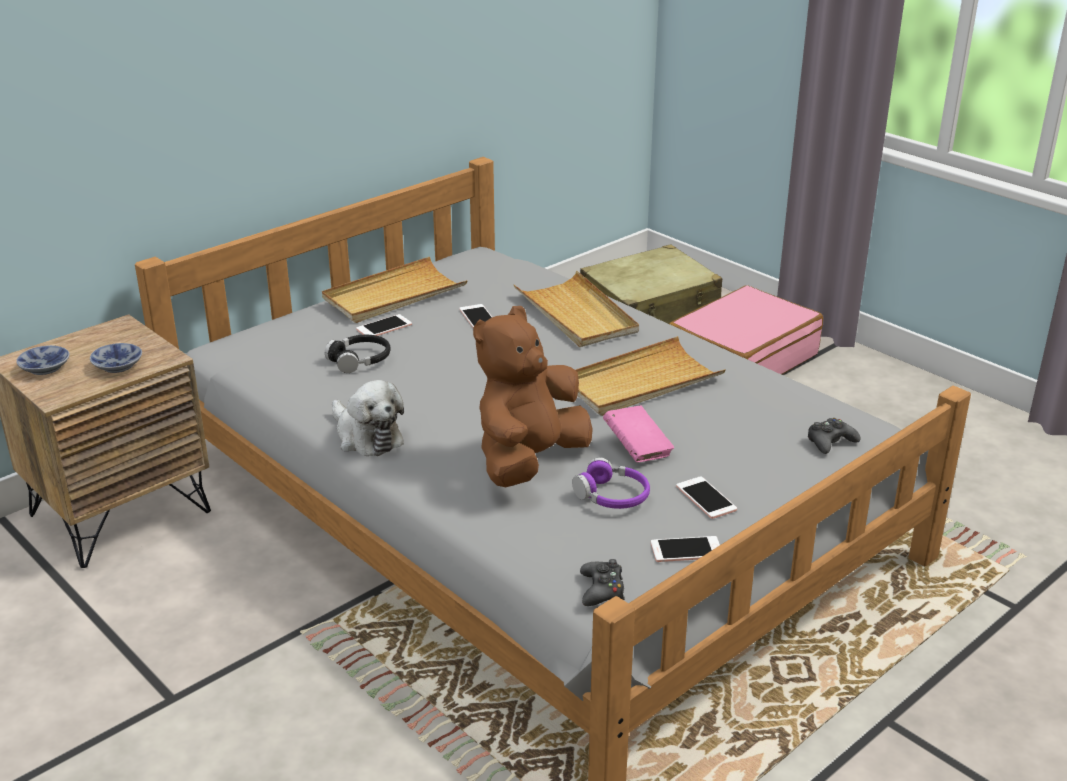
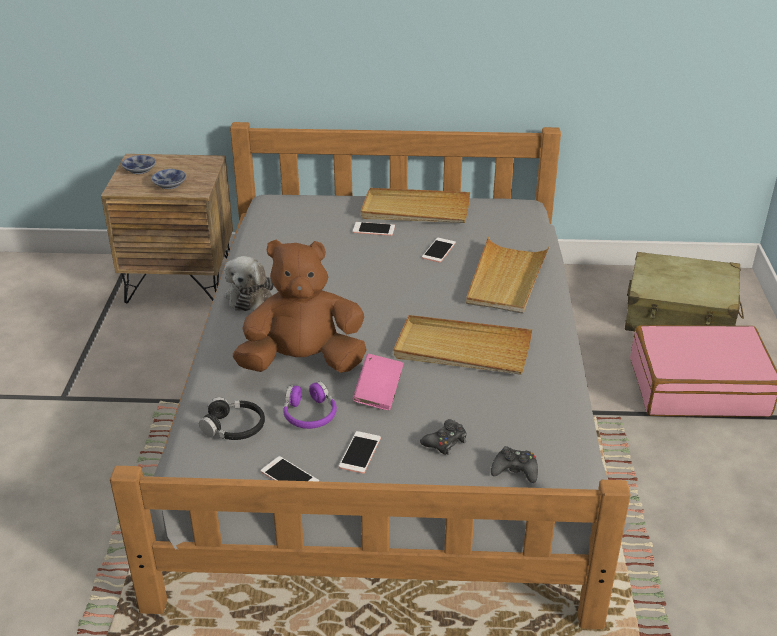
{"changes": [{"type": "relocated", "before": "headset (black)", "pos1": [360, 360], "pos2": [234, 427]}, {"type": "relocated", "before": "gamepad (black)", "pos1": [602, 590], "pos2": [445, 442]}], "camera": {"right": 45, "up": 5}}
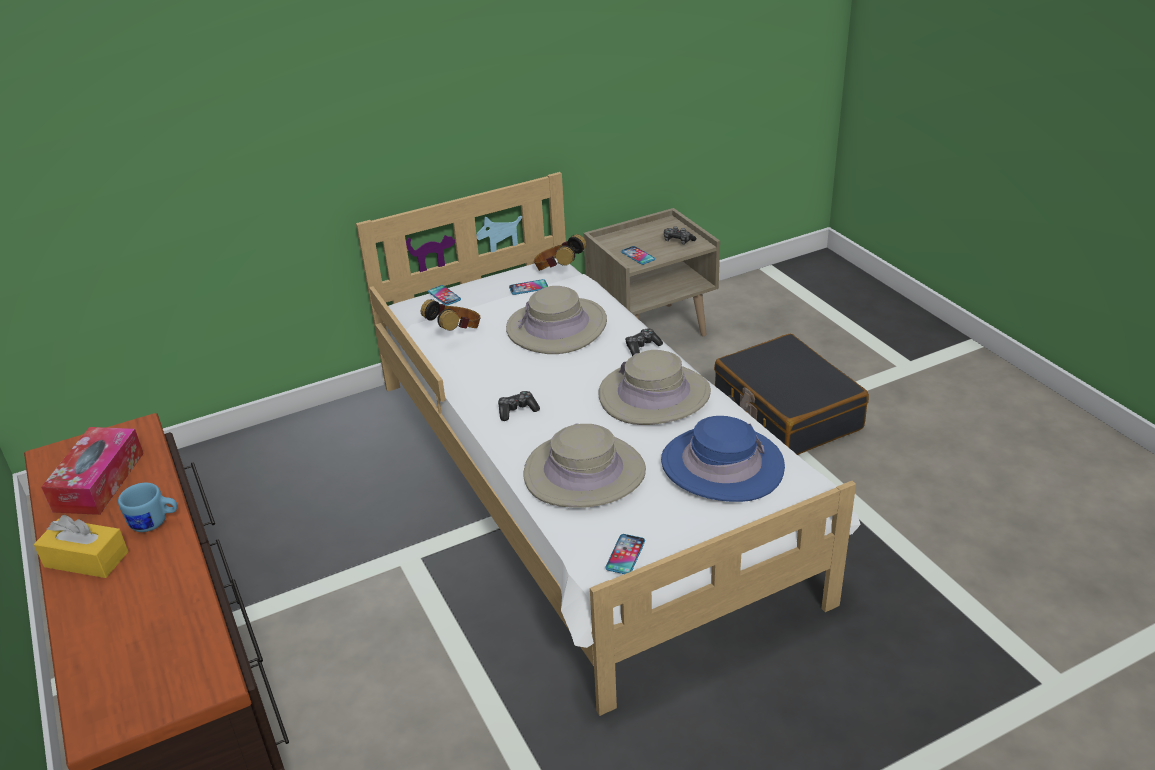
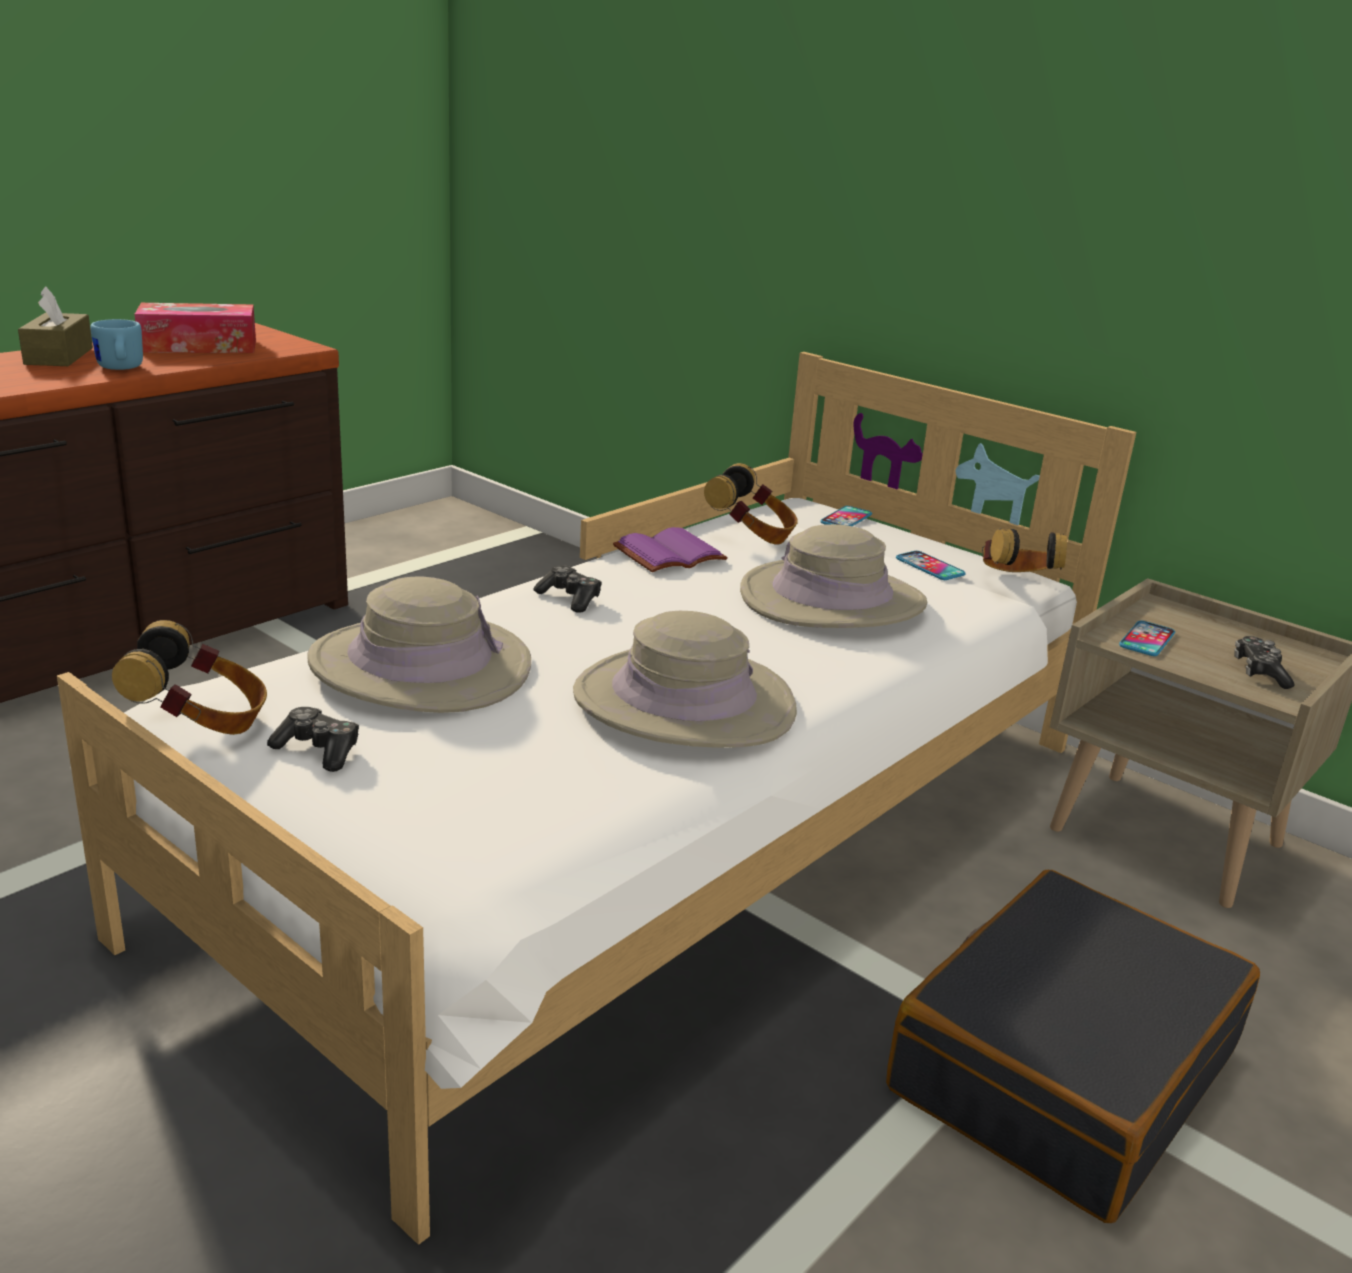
{"changes": [{"type": "colour", "before": "box of tissues (yellow-coloured)", "after": "box of tissues (brown-coloured)", "pos1": [86, 559], "pos2": [59, 356]}, {"type": "exchanged", "before": "handset", "after": "headset", "pos1": [625, 555], "pos2": [201, 723]}, {"type": "relocated", "before": "gamepad", "pos1": [642, 347], "pos2": [318, 750]}, {"type": "appeared", "after": "volume (purple-coloured)", "pos2": [669, 556]}, {"type": "missing", "before": "wearable hat (blue)", "pos1": [722, 465]}], "camera": {"right": 65, "up": -10}}
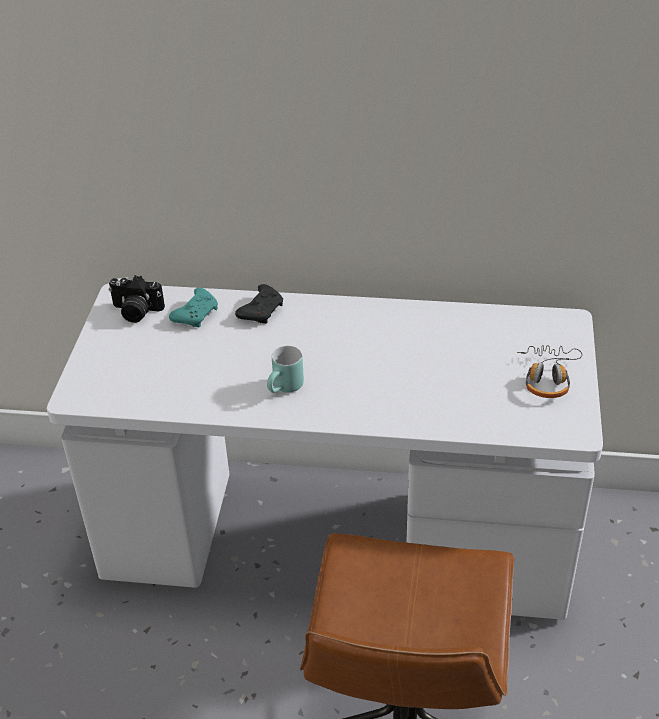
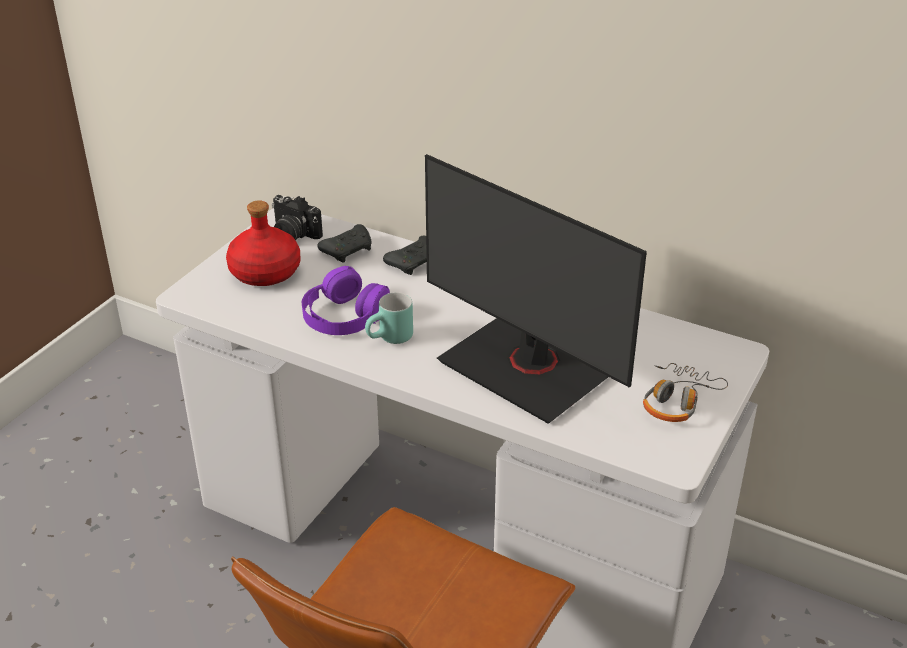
{"changes": [{"type": "appeared", "after": "bottle (reddish)", "pos2": [266, 273]}, {"type": "appeared", "after": "headset (purple-coloured)", "pos2": [344, 315]}, {"type": "colour", "before": "gamepad (turquoise)", "after": "gamepad (black)", "pos1": [197, 314], "pos2": [348, 250]}, {"type": "appeared", "after": "computer screen", "pos2": [525, 369]}], "camera": {"right": 20, "up": -5}}
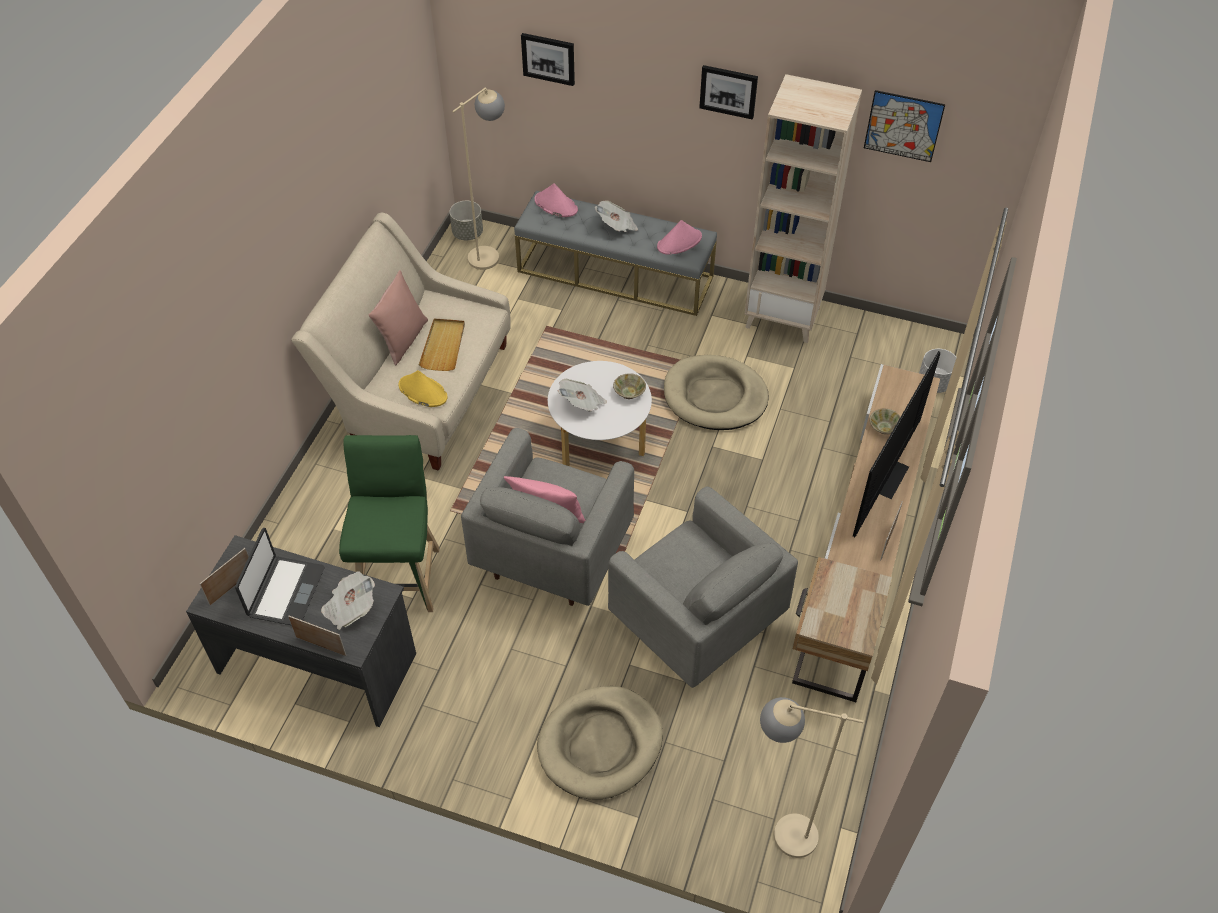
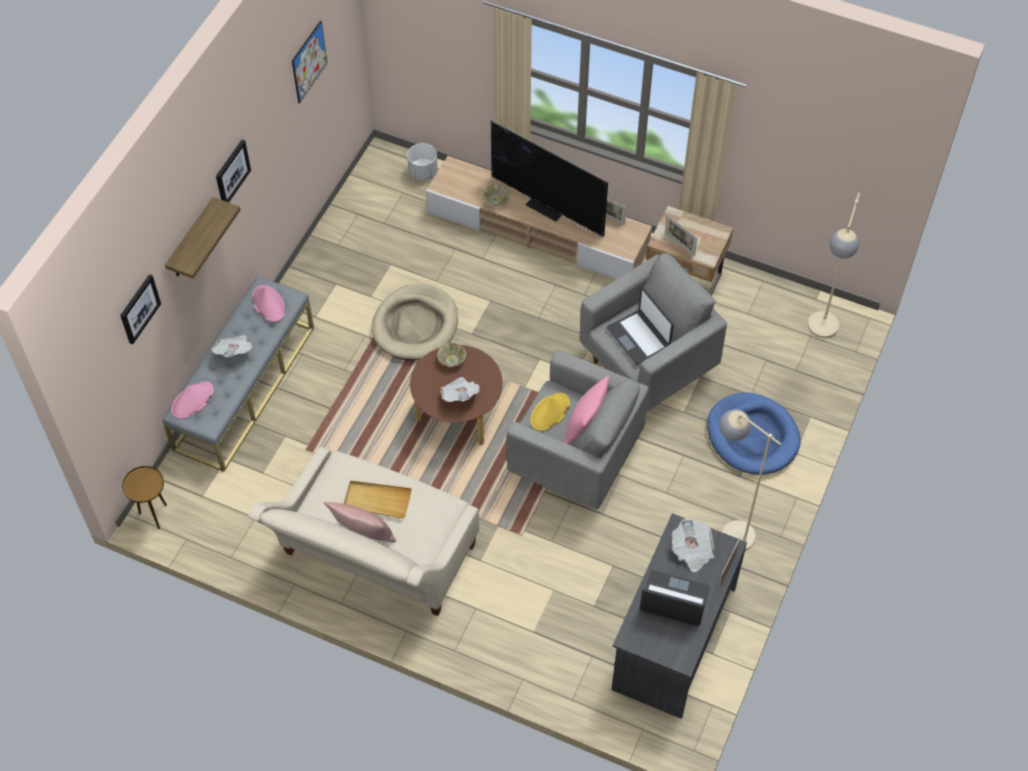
{"changes": [{"type": "exchanged", "before": "flower pot (greyish)", "after": "side table (brown-coloured)", "pos1": [468, 233], "pos2": [154, 515]}, {"type": "appeared", "after": "bracket shelf", "pos2": [191, 240]}, {"type": "colour", "before": "lounge table (whitish)", "after": "lounge table (brown-coloured)", "pos1": [600, 443], "pos2": [457, 416]}, {"type": "relocated", "before": "wearable hat (yellow-coloured)", "pos1": [422, 391], "pos2": [550, 412]}, {"type": "appeared", "after": "notebook computer", "pos2": [639, 337]}, {"type": "relocated", "before": "standing frame", "pos1": [232, 587], "pos2": [679, 244]}, {"type": "colour", "before": "pet bed (sand-coloured)", "after": "pet bed (blue)", "pos1": [600, 744], "pos2": [752, 436]}, {"type": "relocated", "before": "standing lamp (sand-coloured)", "pos1": [491, 252], "pos2": [728, 529]}, {"type": "missing", "before": "stool seat (green-coloured)", "pos1": [400, 574]}, {"type": "missing", "before": "shelving unit (sand-coloured)", "pos1": [783, 317]}], "camera": {"right": -85, "up": 5}}
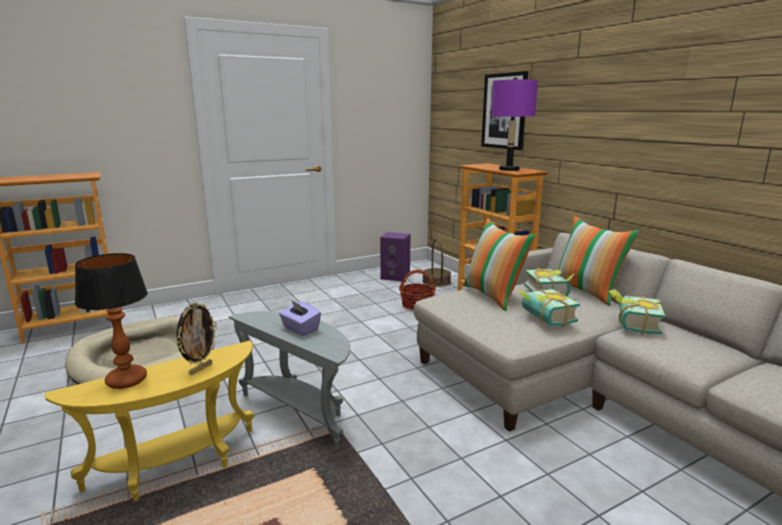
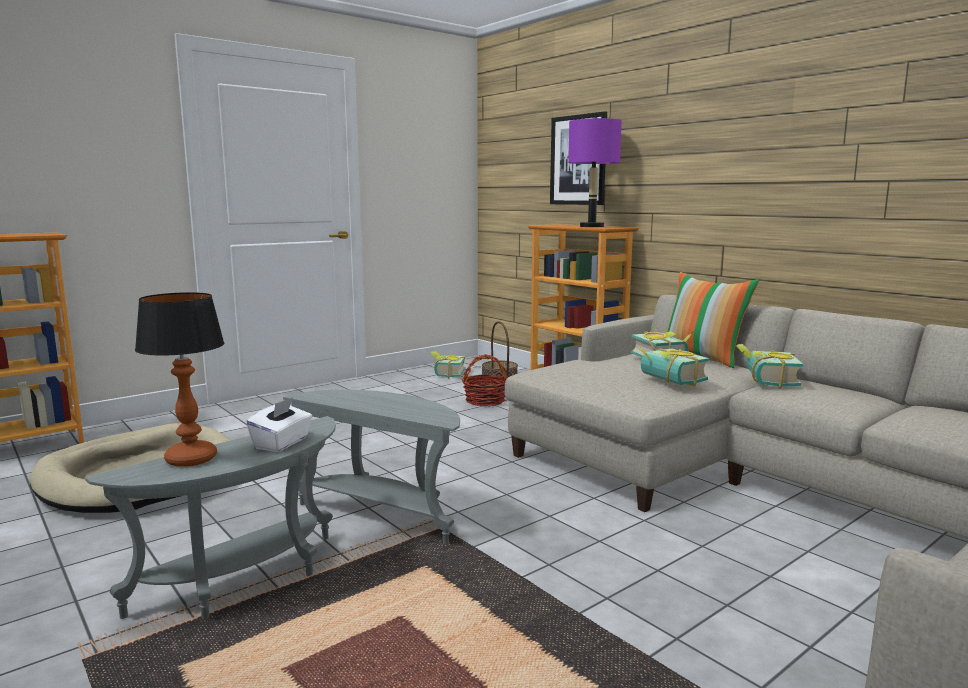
{"changes": [{"type": "colour", "before": "side table (yellow-coloured)", "after": "side table (greyish)", "pos1": [177, 469], "pos2": [246, 583]}, {"type": "exchanged", "before": "standing frame", "after": "box of tissues (whitish)", "pos1": [200, 369], "pos2": [282, 443]}, {"type": "exchanged", "before": "loudspeaker (purple-coloured)", "after": "volume", "pos1": [396, 277], "pos2": [446, 374]}, {"type": "missing", "before": "box of tissues (purple-coloured)", "pos1": [300, 329]}, {"type": "missing", "before": "cushion", "pos1": [493, 296]}], "camera": {"right": -10, "up": -5}}
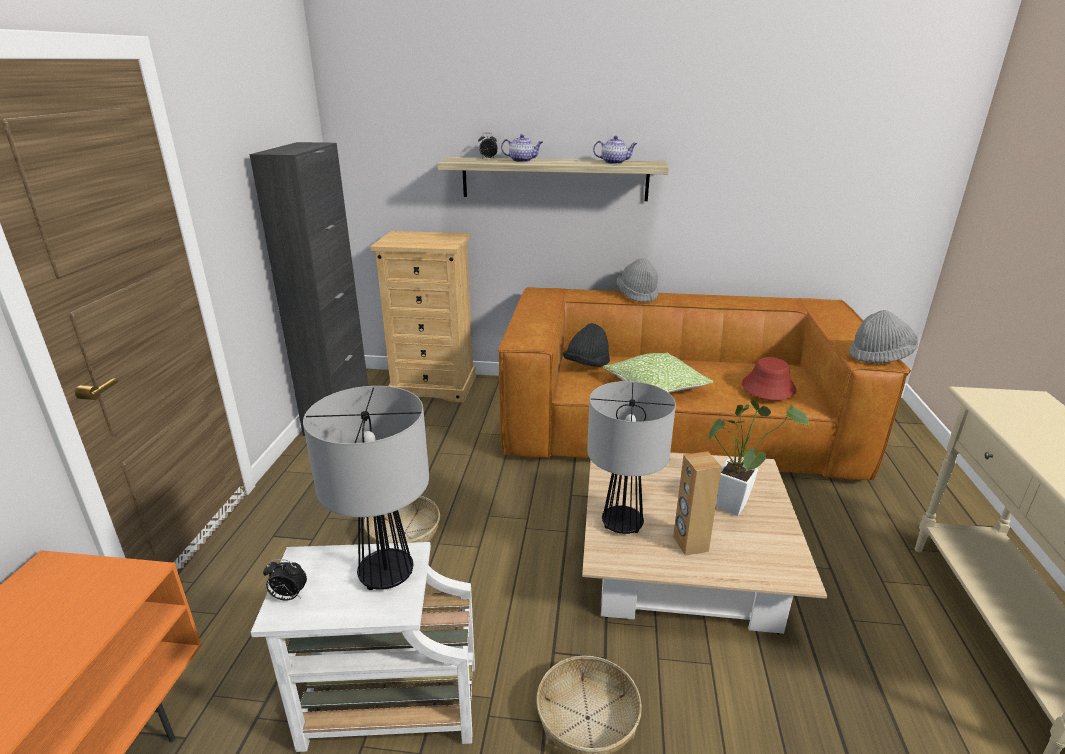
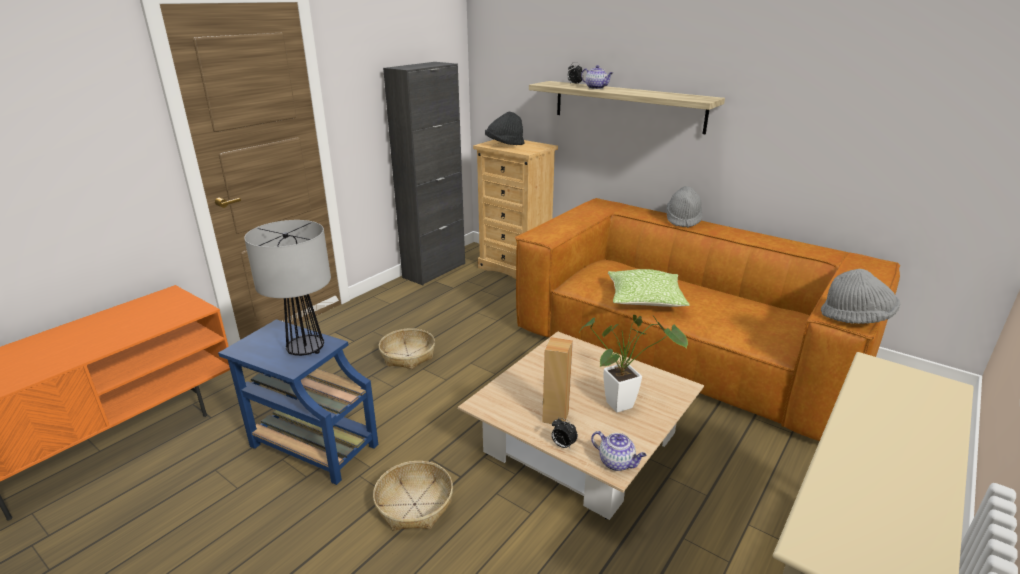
{"changes": [{"type": "colour", "before": "side table (whitish)", "after": "side table (blue)", "pos1": [385, 705], "pos2": [311, 445]}, {"type": "relocated", "before": "wearable hat (black)", "pos1": [586, 365], "pos2": [504, 145]}, {"type": "relocated", "before": "table clock", "pos1": [288, 596], "pos2": [563, 445]}, {"type": "relocated", "before": "tea pot", "pos1": [614, 163], "pos2": [617, 463]}, {"type": "missing", "before": "lamp for a table", "pos1": [621, 525]}, {"type": "missing", "before": "wearable hat (reddish)", "pos1": [768, 387]}], "camera": {"right": 30, "up": 0}}
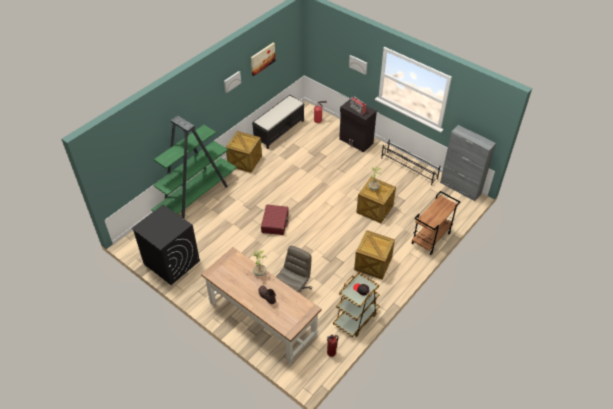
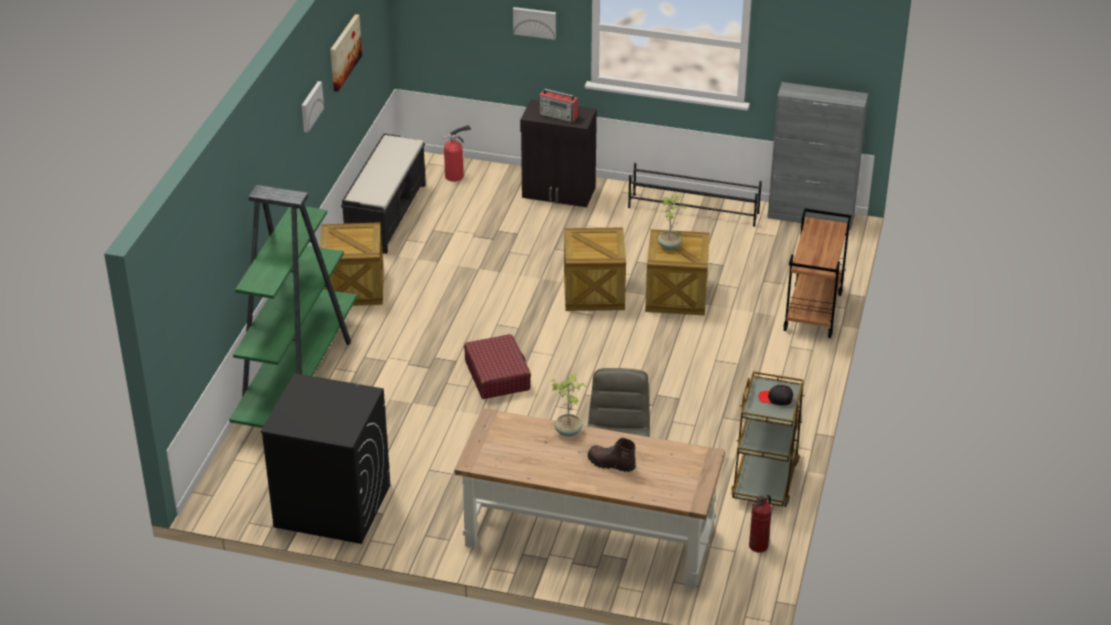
{"changes": [{"type": "relocated", "before": "shipping crate", "pos1": [373, 263], "pos2": [594, 292]}], "camera": {"right": -25, "up": -10}}
